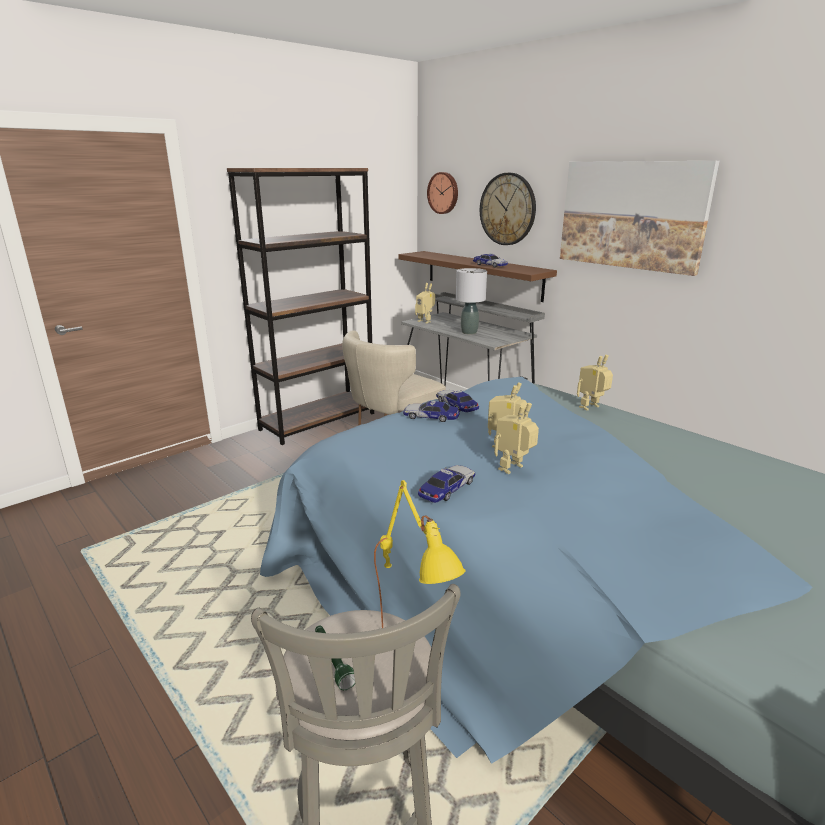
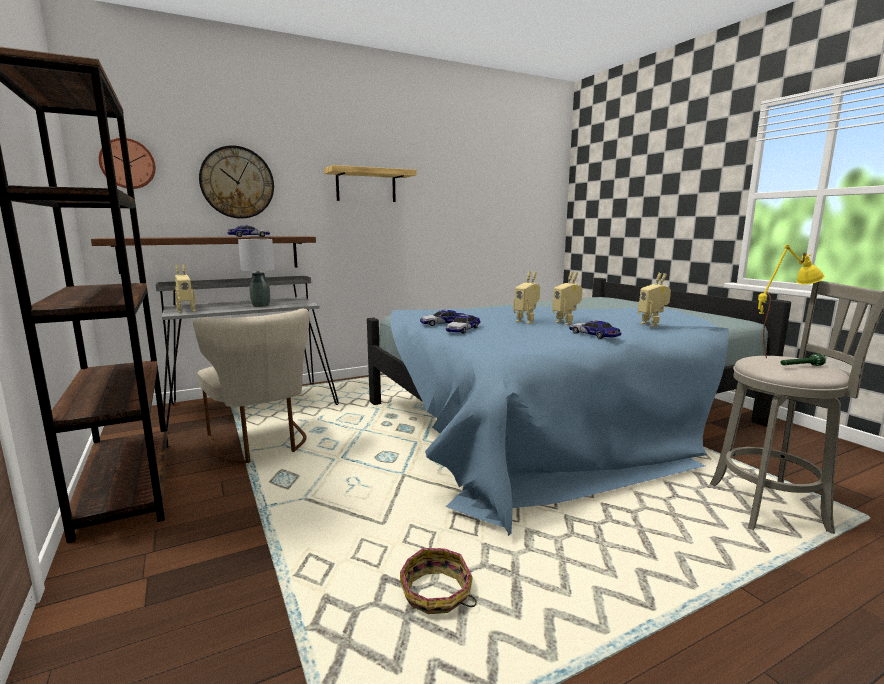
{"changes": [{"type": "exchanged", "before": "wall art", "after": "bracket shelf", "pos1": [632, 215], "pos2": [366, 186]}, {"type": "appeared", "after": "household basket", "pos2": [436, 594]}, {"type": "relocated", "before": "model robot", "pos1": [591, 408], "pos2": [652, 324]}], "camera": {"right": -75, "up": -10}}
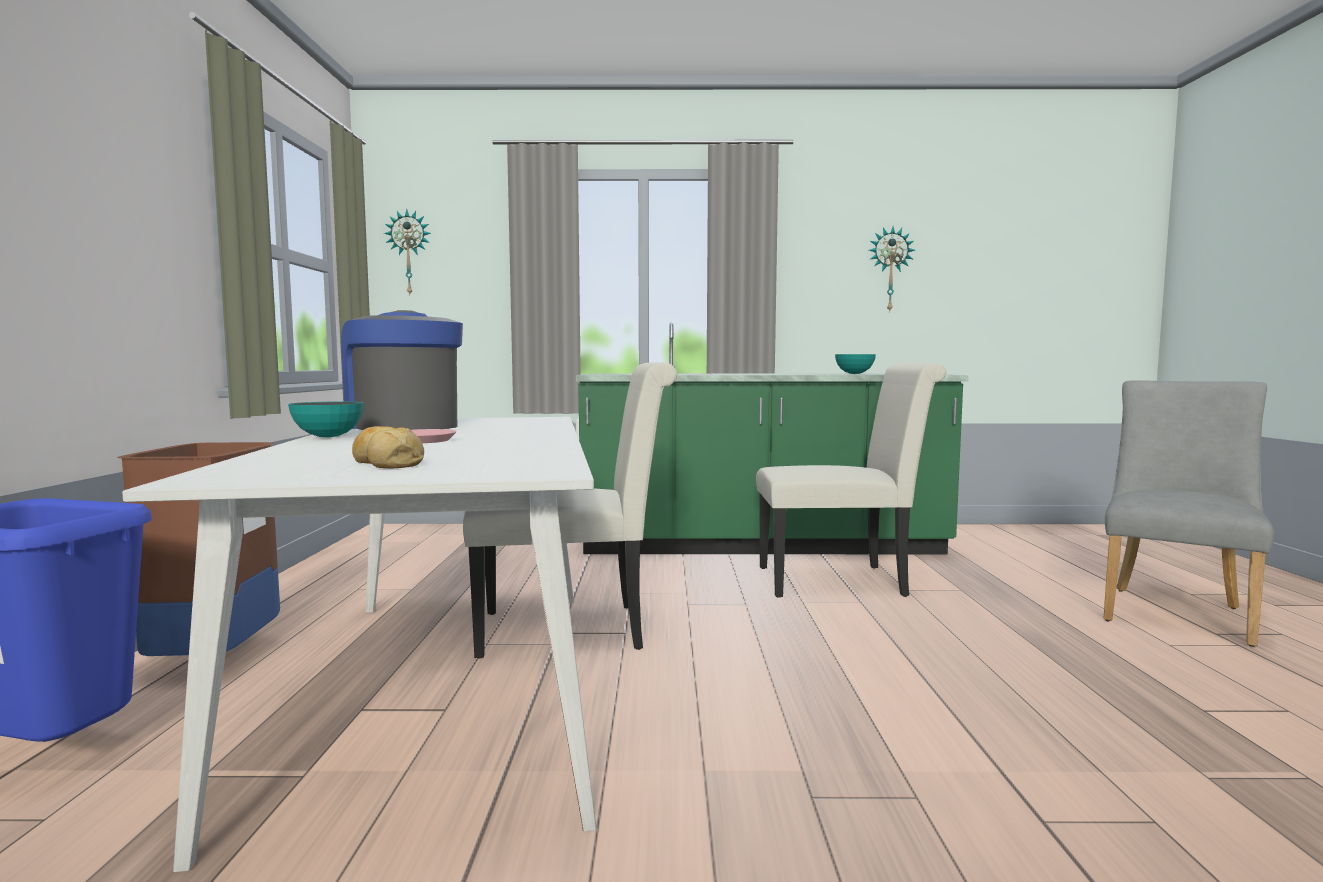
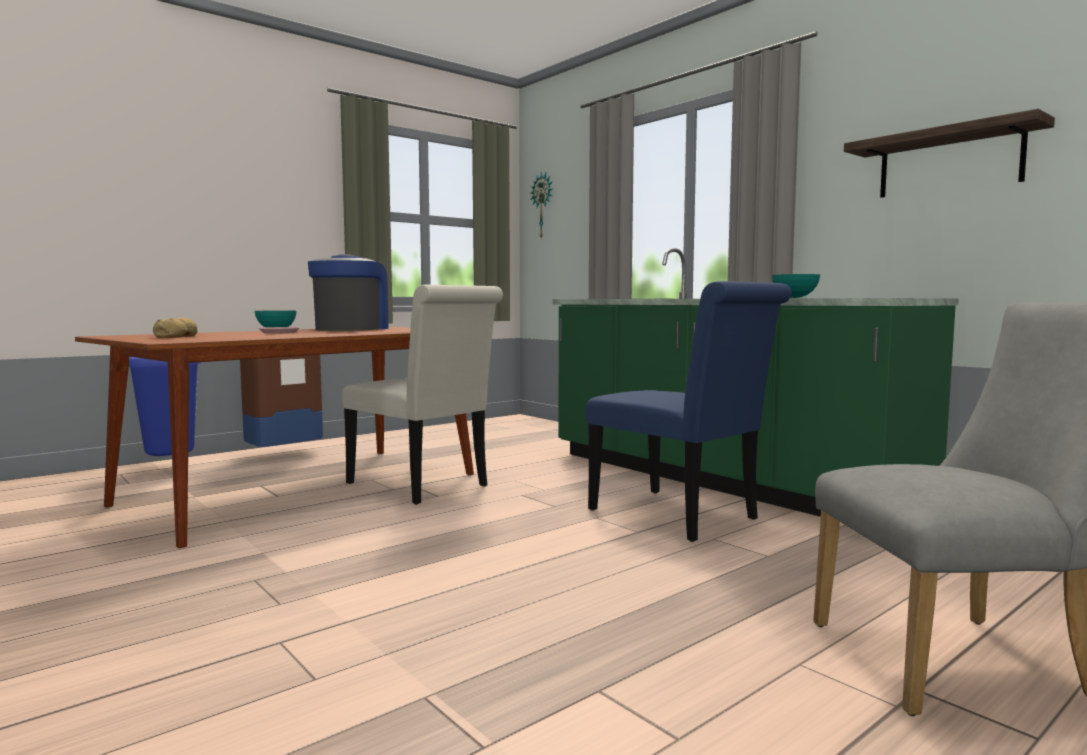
{"changes": [{"type": "colour", "before": "dining table (whitish)", "after": "dining table (brown-coloured)", "pos1": [447, 687], "pos2": [303, 489]}, {"type": "colour", "before": "plain chair (whitish)", "after": "plain chair (blue)", "pos1": [841, 581], "pos2": [681, 517]}, {"type": "exchanged", "before": "wall clock", "after": "bracket shelf", "pos1": [890, 270], "pos2": [949, 162]}], "camera": {"right": 50, "up": 0}}
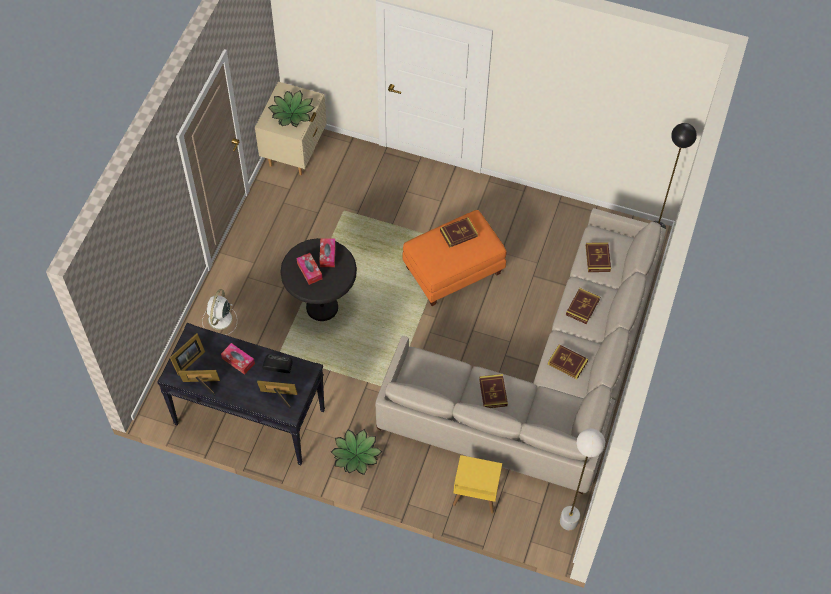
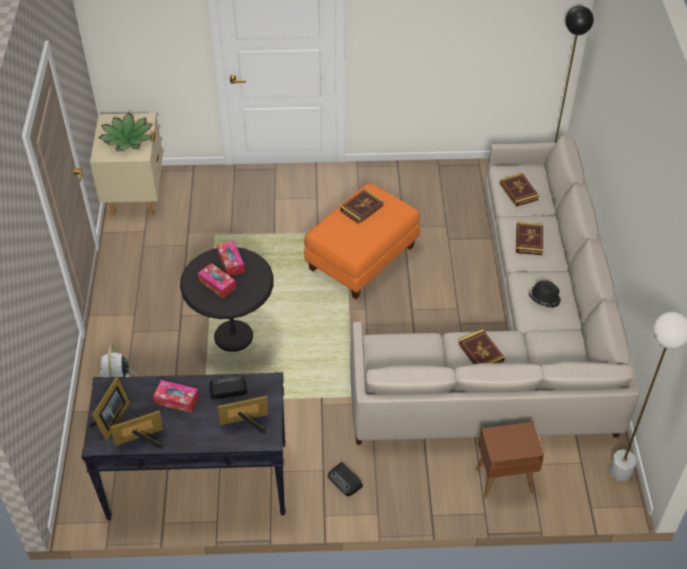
{"changes": [{"type": "exchanged", "before": "potted plant", "after": "radio receiver", "pos1": [356, 455], "pos2": [345, 481]}, {"type": "colour", "before": "side table (yellow-coloured)", "after": "side table (brown-coloured)", "pos1": [475, 496], "pos2": [503, 480]}, {"type": "exchanged", "before": "volume", "after": "wearable hat (black)", "pos1": [567, 363], "pos2": [544, 298]}], "camera": {"right": -20, "up": -10}}
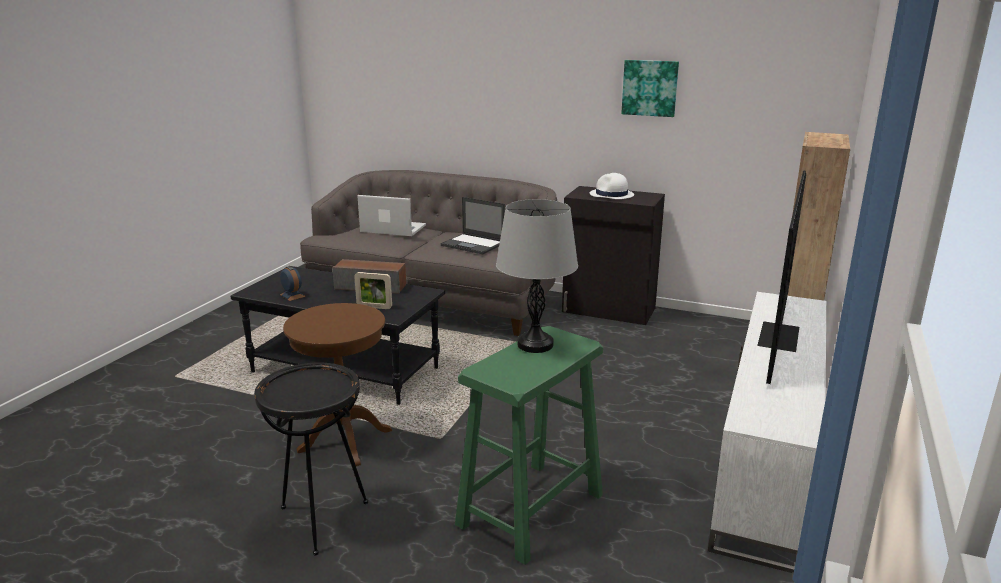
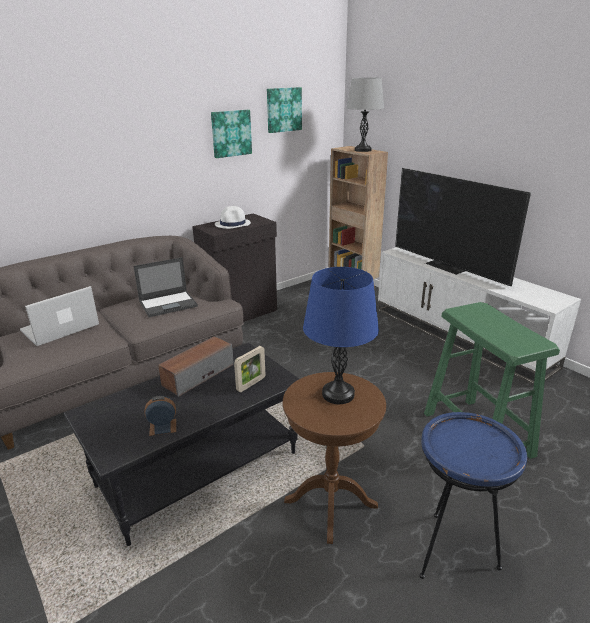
{"changes": [{"type": "appeared", "after": "wall art", "pos2": [283, 109]}, {"type": "appeared", "after": "lamp for a table (blue)", "pos2": [338, 394]}, {"type": "relocated", "before": "lamp for a table (greyish)", "pos1": [535, 345], "pos2": [363, 150]}, {"type": "colour", "before": "side table (black)", "after": "side table (blue)", "pos1": [322, 520], "pos2": [452, 552]}], "camera": {"right": -60, "up": 5}}
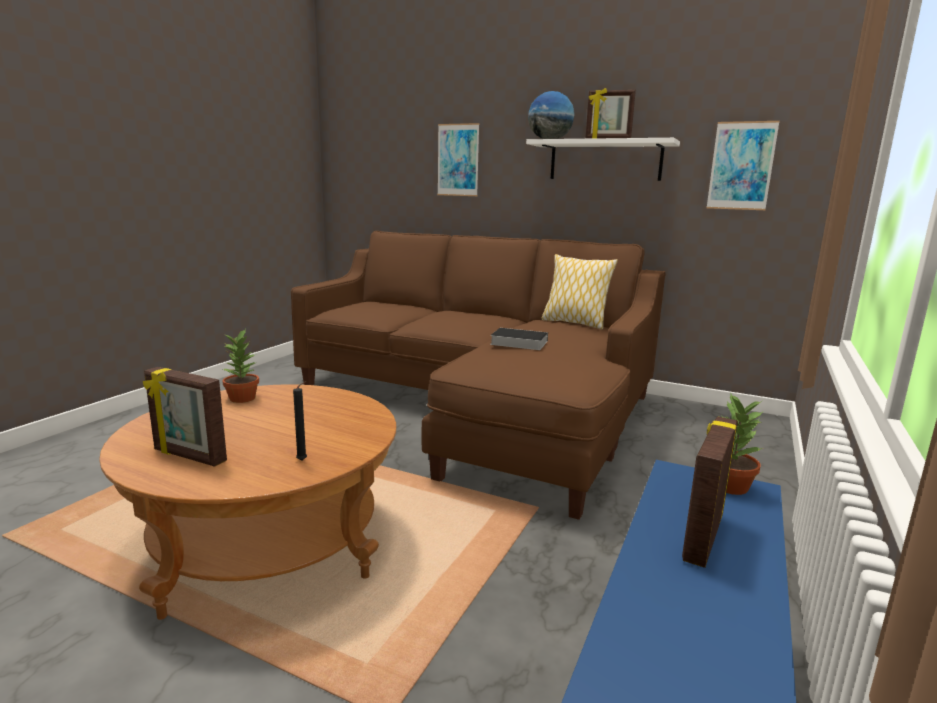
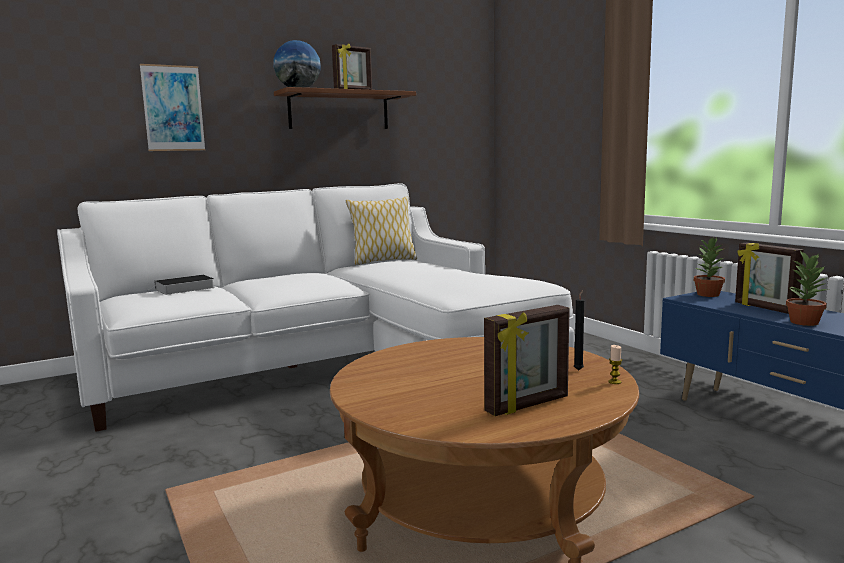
{"changes": [{"type": "colour", "before": "sofa (brown-coloured)", "after": "sofa (whitish)", "pos1": [480, 404], "pos2": [324, 368]}, {"type": "relocated", "before": "volume", "pos1": [517, 342], "pos2": [183, 289]}, {"type": "colour", "before": "bracket shelf (whitish)", "after": "bracket shelf (brown-coloured)", "pos1": [605, 161], "pos2": [339, 111]}, {"type": "appeared", "after": "wax candle", "pos2": [614, 382]}, {"type": "relocated", "before": "potted plant", "pos1": [243, 398], "pos2": [804, 322]}, {"type": "missing", "before": "wall art", "pos1": [741, 166]}], "camera": {"right": -55, "up": -5}}
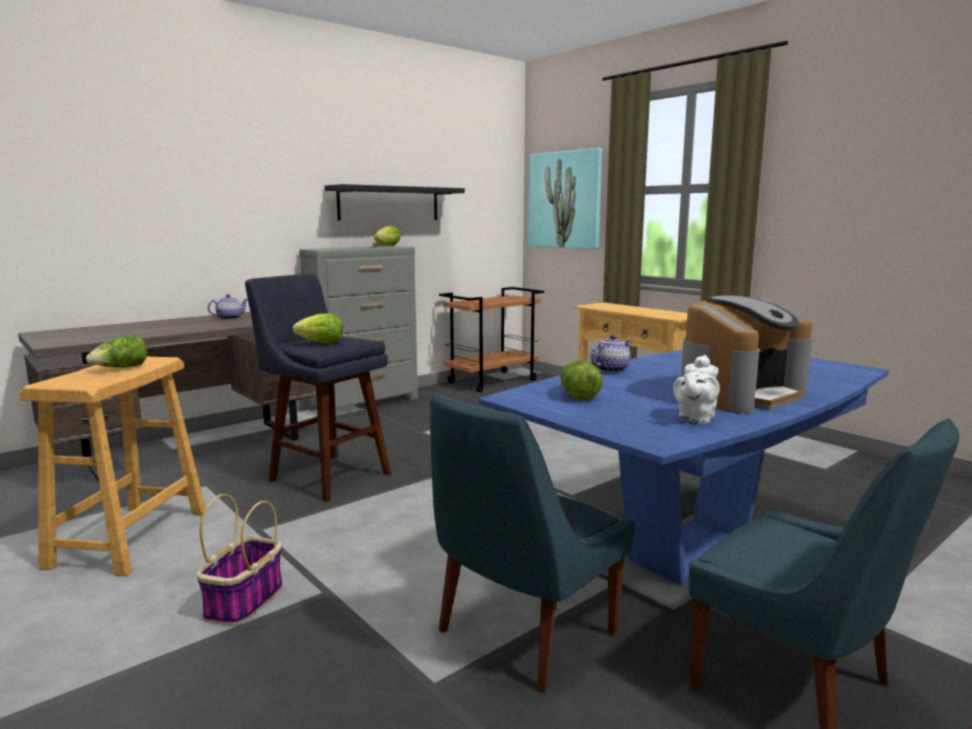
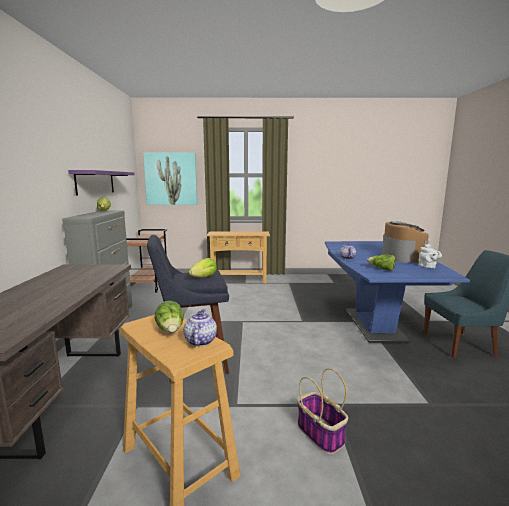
{"changes": [{"type": "colour", "before": "bracket shelf (black)", "after": "bracket shelf (purple-coloured)", "pos1": [389, 203], "pos2": [95, 182]}, {"type": "relocated", "before": "tea pot", "pos1": [230, 318], "pos2": [200, 341]}, {"type": "missing", "before": "plain chair (blue)", "pos1": [522, 635]}], "camera": {"right": -50, "up": 0}}
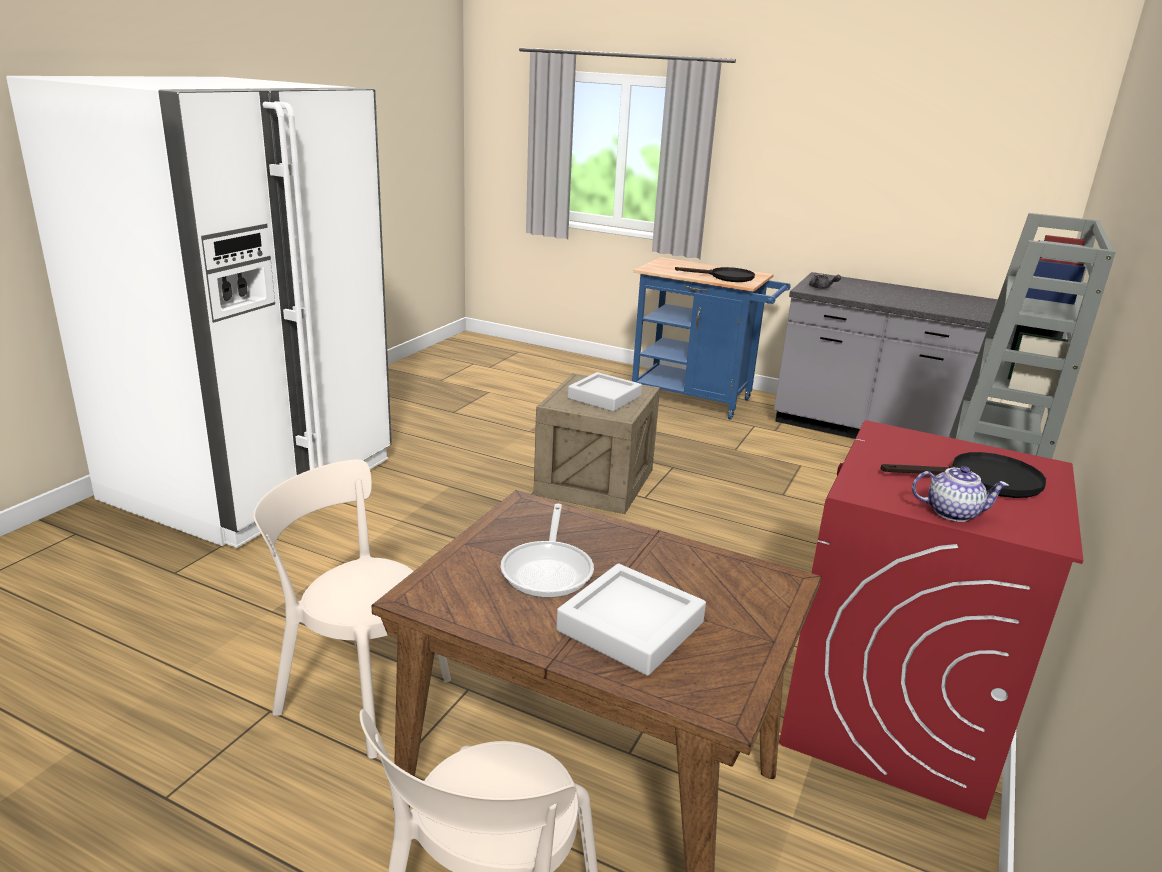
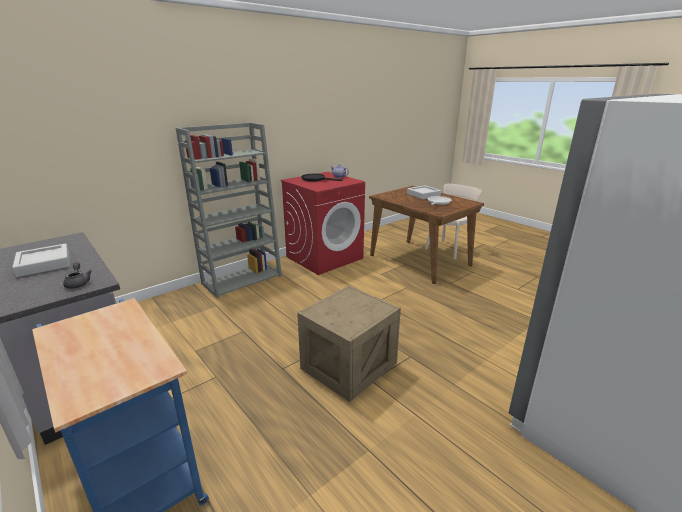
{"changes": [{"type": "relocated", "before": "carrying tray (greyish)", "pos1": [604, 397], "pos2": [44, 264]}, {"type": "missing", "before": "plain chair (sand-coloured)", "pos1": [358, 692]}, {"type": "missing", "before": "frying pan (black)", "pos1": [725, 277]}], "camera": {"right": -155, "up": 0}}
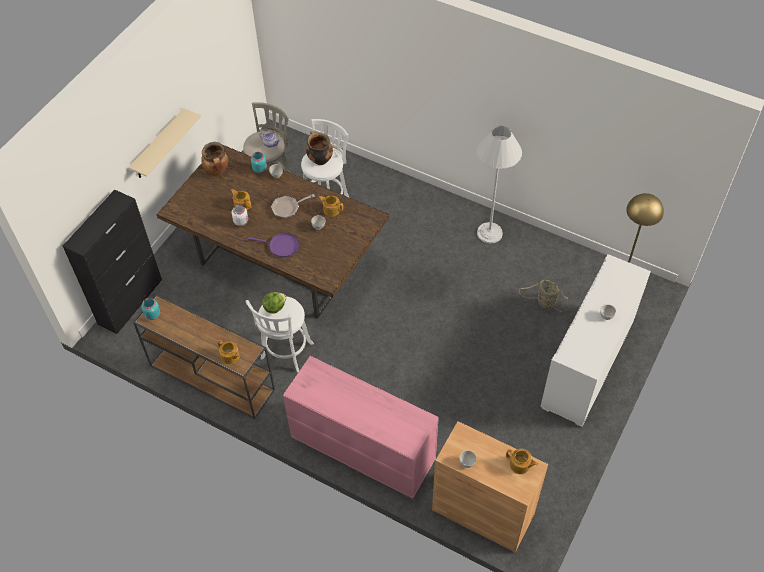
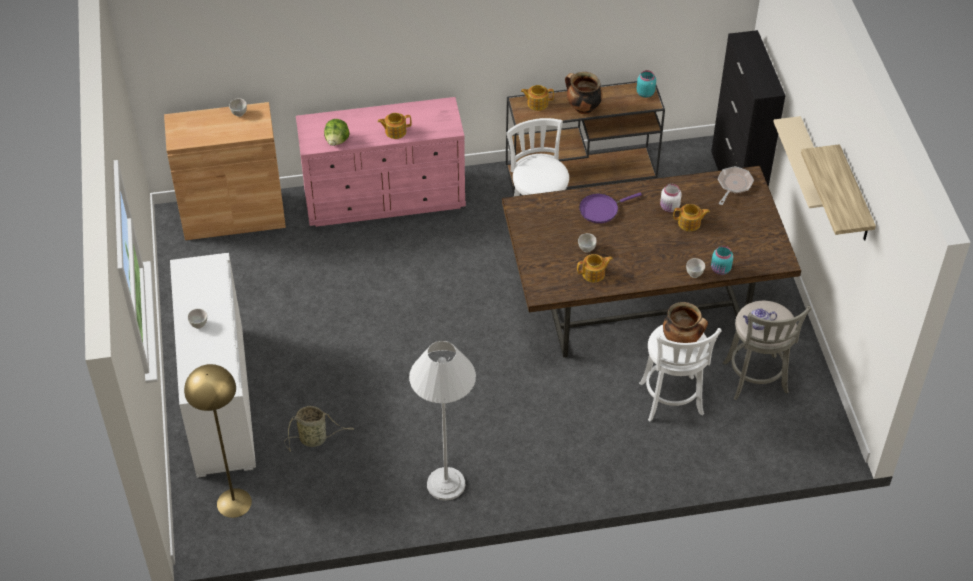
{"changes": [{"type": "relocated", "before": "lettuce head", "pos1": [274, 307], "pos2": [337, 141]}, {"type": "relocated", "before": "tea pot", "pos1": [520, 465], "pos2": [395, 131]}, {"type": "relocated", "before": "stockpot", "pos1": [217, 170], "pos2": [582, 108]}, {"type": "relocated", "before": "frying pan", "pos1": [288, 208], "pos2": [733, 185]}, {"type": "appeared", "after": "bracket shelf", "pos2": [854, 196]}], "camera": {"right": 140, "up": -5}}
